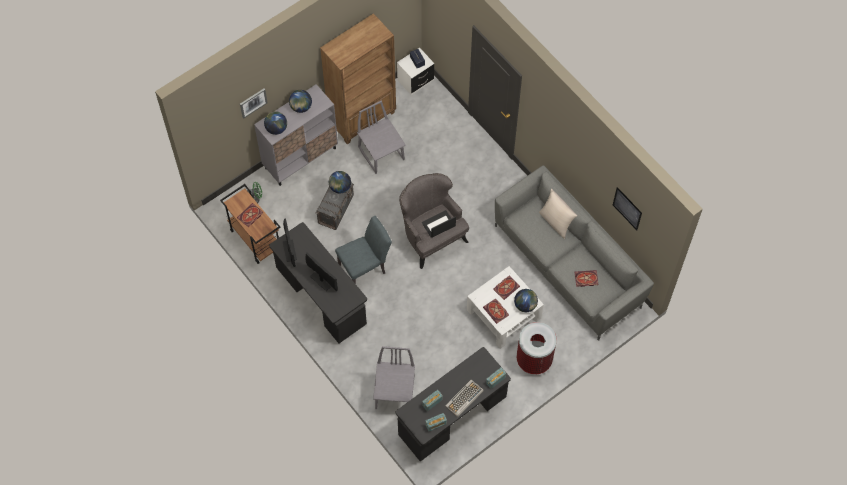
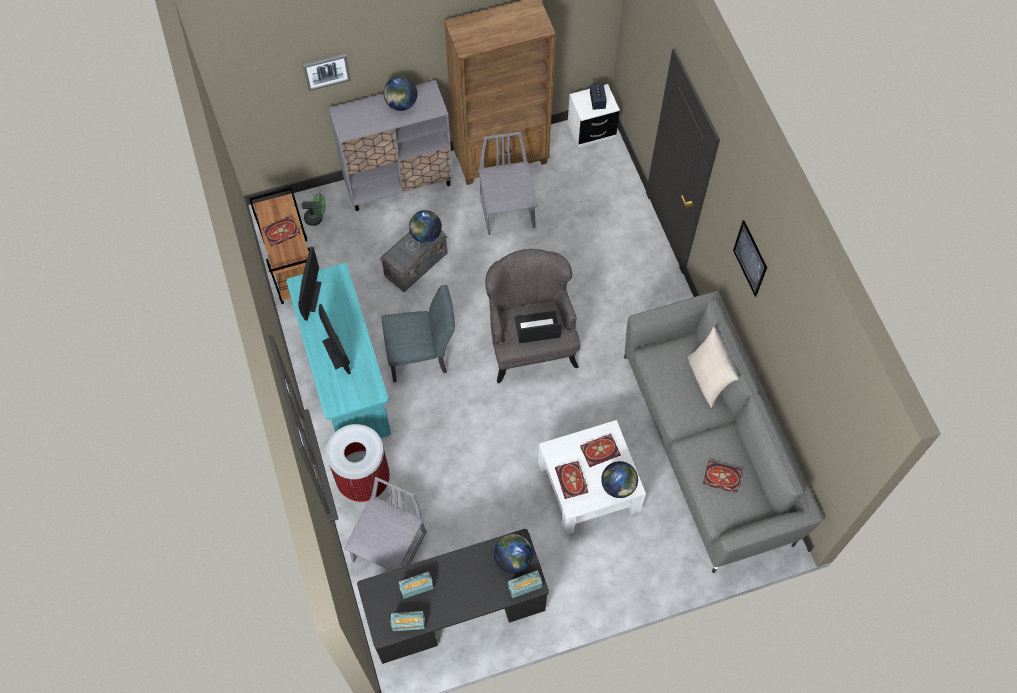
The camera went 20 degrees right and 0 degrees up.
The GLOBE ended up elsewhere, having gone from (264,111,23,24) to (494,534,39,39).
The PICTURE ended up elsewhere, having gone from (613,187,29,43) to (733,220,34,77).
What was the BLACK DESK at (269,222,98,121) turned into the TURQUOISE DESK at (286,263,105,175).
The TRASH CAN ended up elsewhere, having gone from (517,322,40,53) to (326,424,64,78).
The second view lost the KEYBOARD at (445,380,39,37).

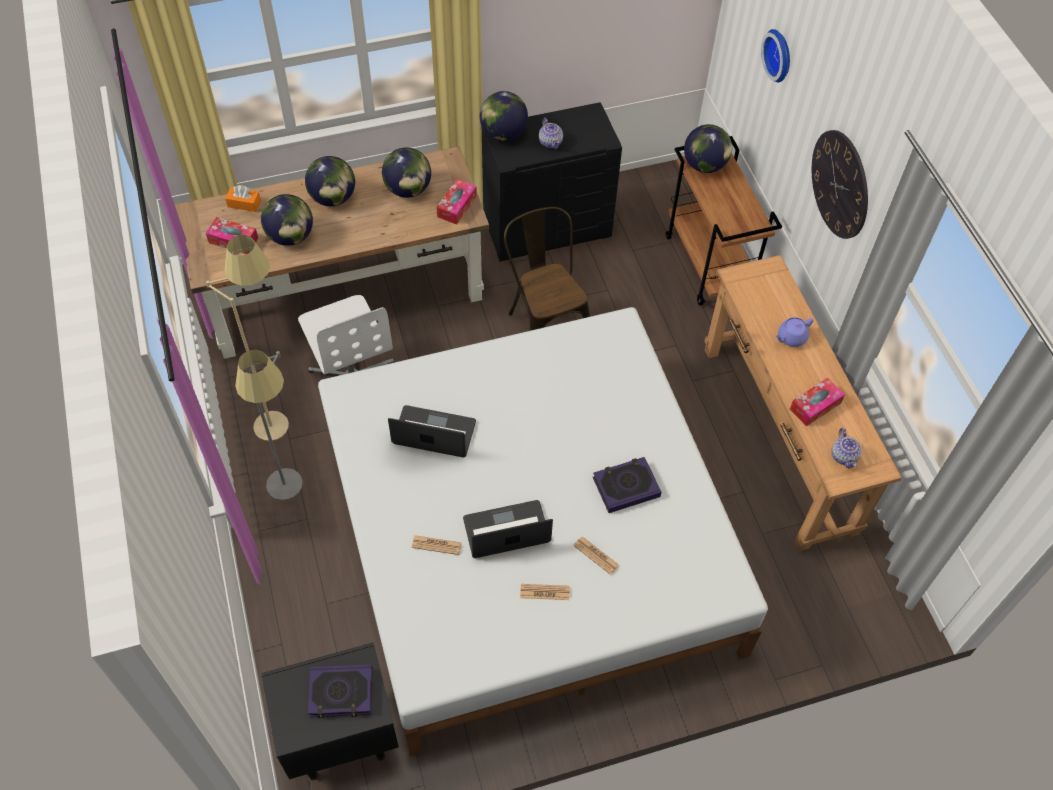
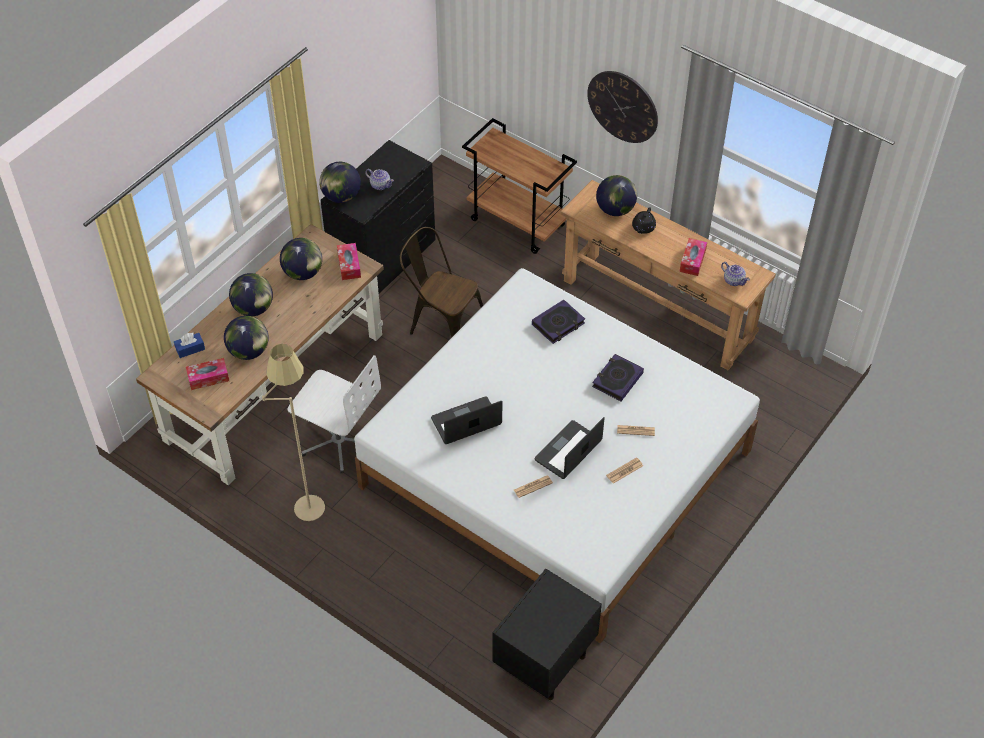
The camera went 35 degrees left and 5 degrees down.
The second view lost the WALL CLOCK at (761,29,29,54).
The GLOBE ended up elsewhere, having gone from (684,124,48,49) to (596,175,41,41).
What was the ORANGE TISSUE BOX at (225,185,36,27) turned into the BLUE TISSUE BOX at (174,333,31,25).
What was the PURPLE TEAPOT at (775,317,39,30) turned into the BLACK TEAPOT at (632,207,24,27).
The second view lost the GREY FLOOR LAMP at (235,350,68,150).
The BOOK ended up elsewhere, having gone from (307,665,66,53) to (532,300,53,44).

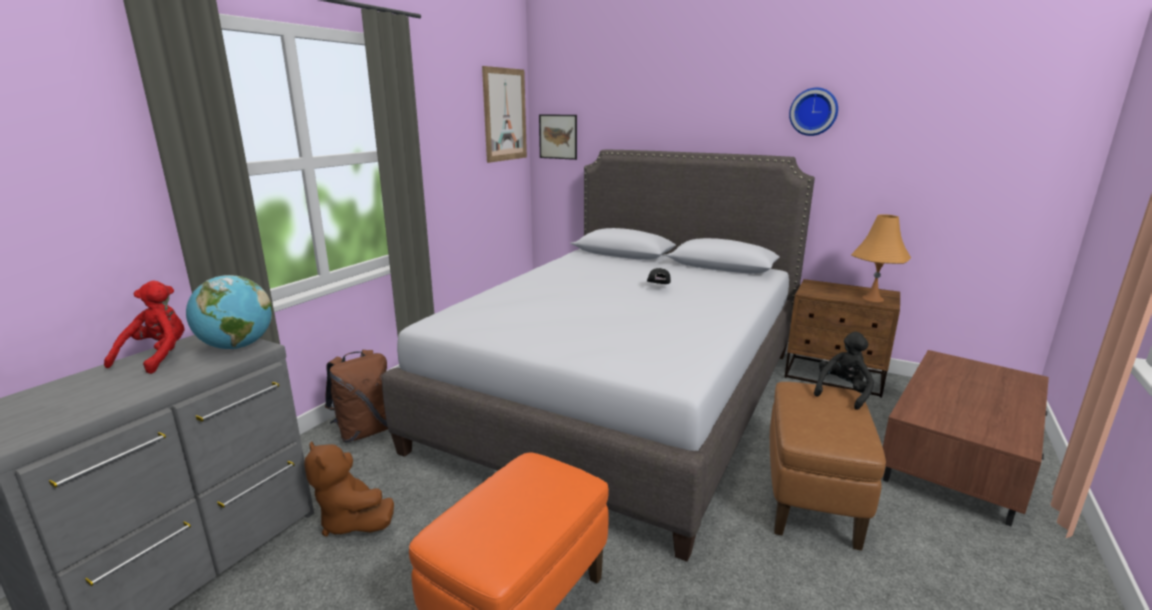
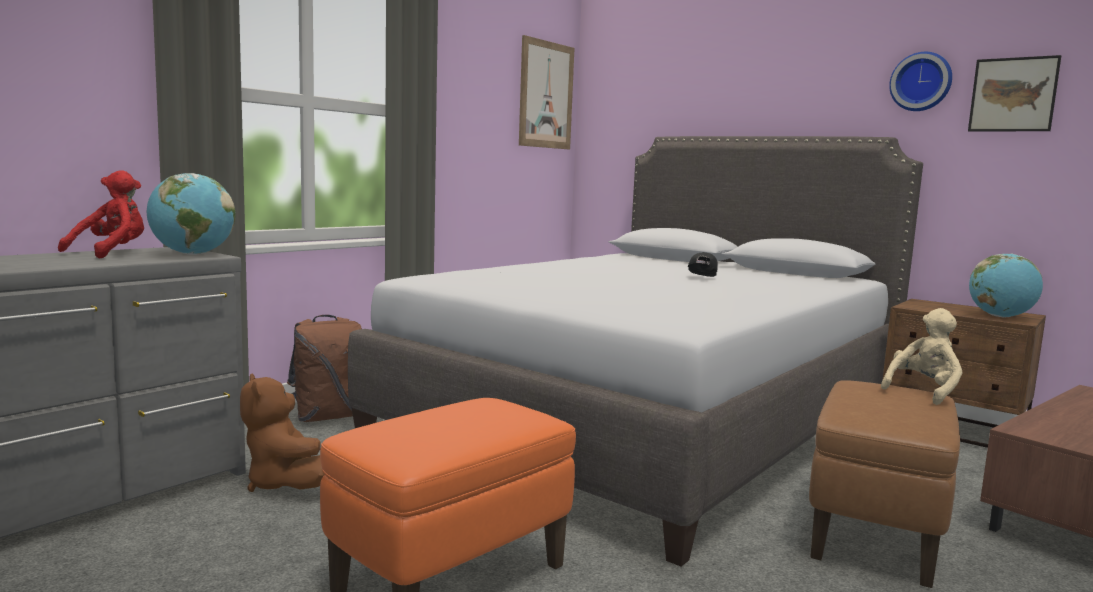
The camera went 10 degrees right and 10 degrees down.
The PICTURE ended up elsewhere, having gone from (539,114,38,46) to (968,55,93,76).
Where the ORANGE TABLE LAMP stood at (851,214,60,88), the GLOBE came to stand at (969,254,74,63).
What was the BLACK PLUSH TOY at (814,332,60,78) turned into the BEIGE PLUSH TOY at (881,308,82,97).

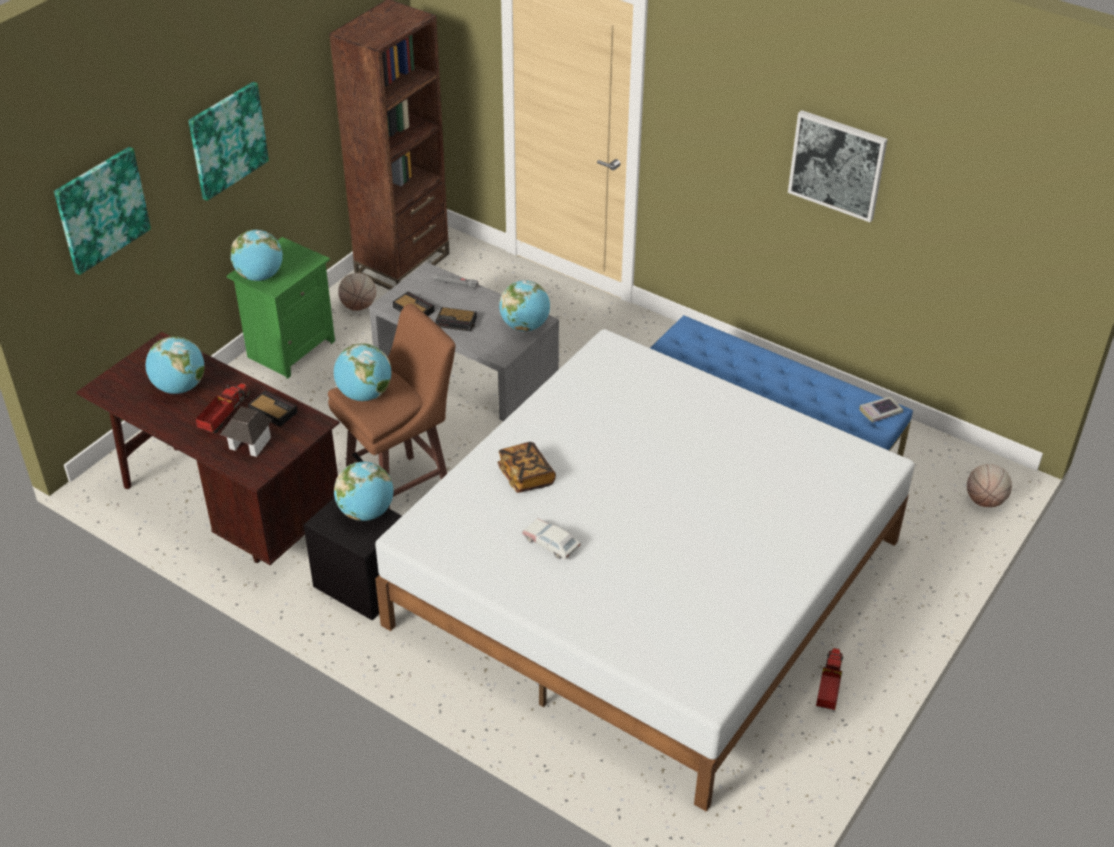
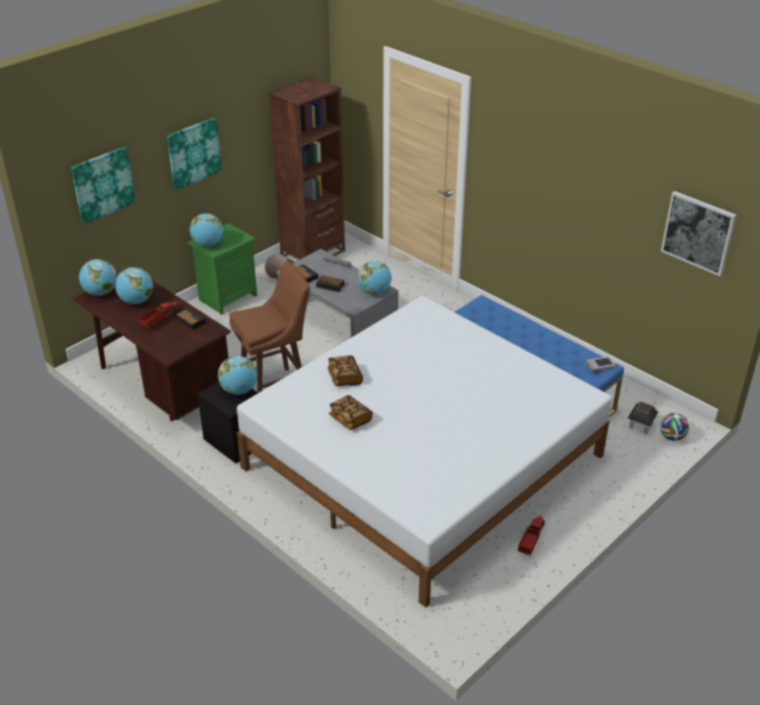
The camera went 10 degrees right and 5 degrees down.
The PICTURE ended up elsewhere, having gone from (788,110,100,112) to (661,191,76,85).
The GLOBE ended up elsewhere, having gone from (334,343,57,58) to (79,259,38,37).
The TOY HOUSE ended up elsewhere, having gone from (220,406,53,51) to (628,402,30,32).
Where the BASKETBALL stood at (967,464,45,43), the FOOTBALL came to stand at (660,413,29,28).
Where the TOY CAR stood at (522,518,59,42), the BOOK came to stand at (329,395,44,35).

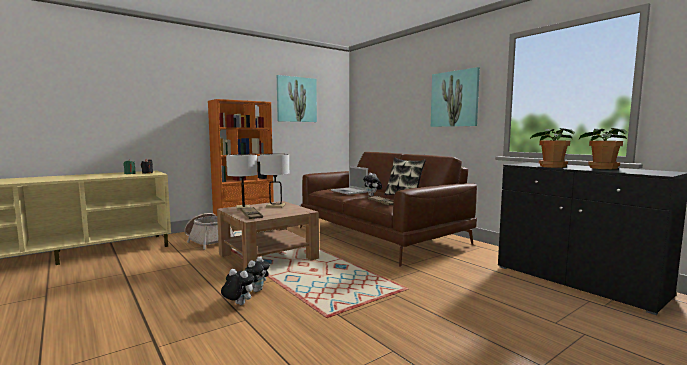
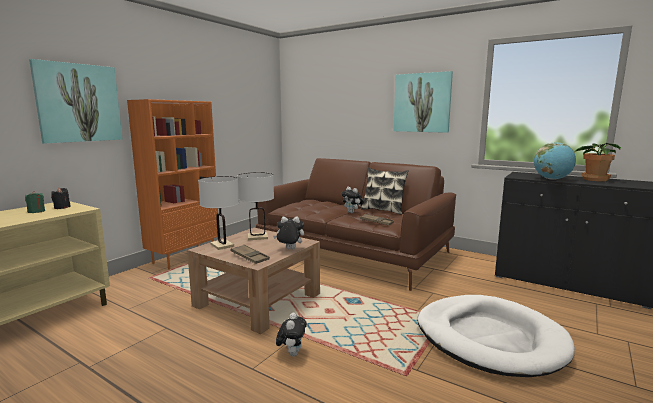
The camera went 20 degrees left and 5 degrees up.
The PICTURE ended up elsewhere, having gone from (277,75,40,47) to (29,59,94,85).
Where the POTTED PLANT stood at (529,128,46,40), the GLOBE came to stand at (534,142,42,38).
The second view lost the LAPTOP at (331,166,37,29).
The second view lost the BASKET at (185,213,50,36).
The PLUSH TOY ended up elsewhere, having gone from (221,269,34,36) to (273,216,31,33).
The second view gained the WHITE DOG BED at (417,295,158,82).

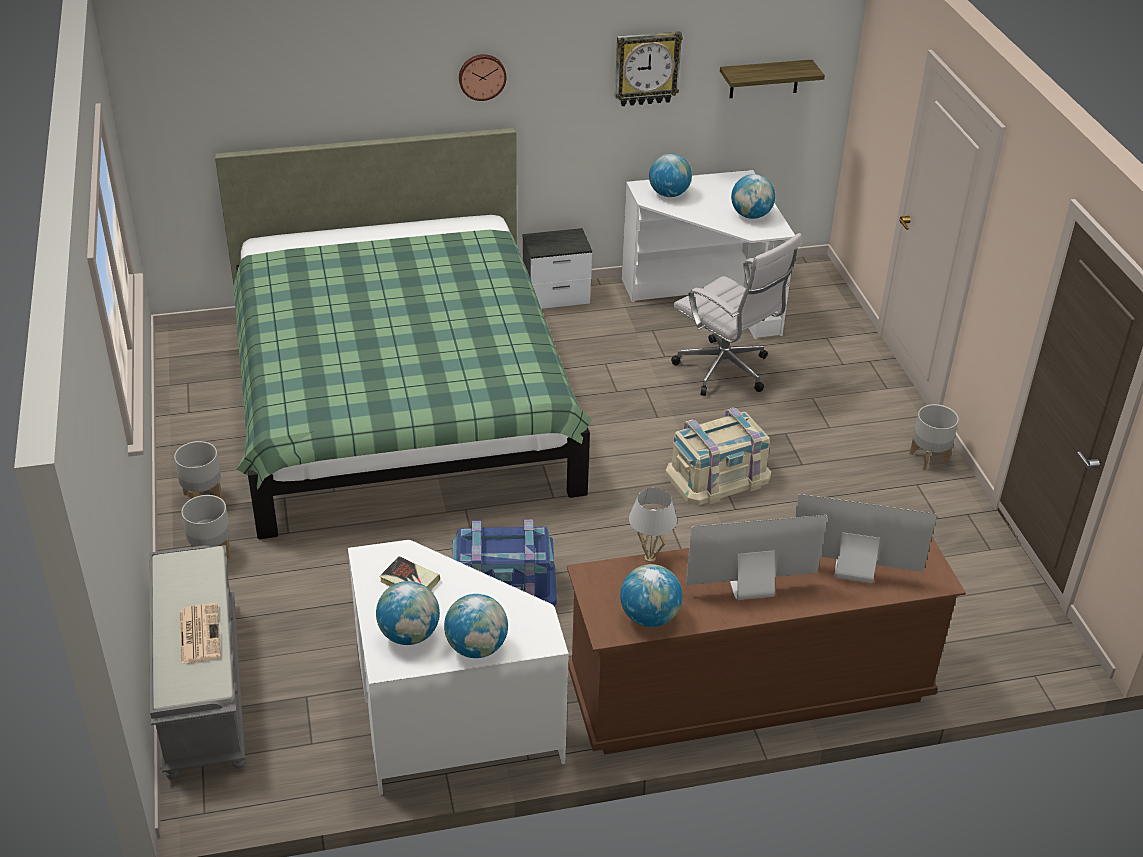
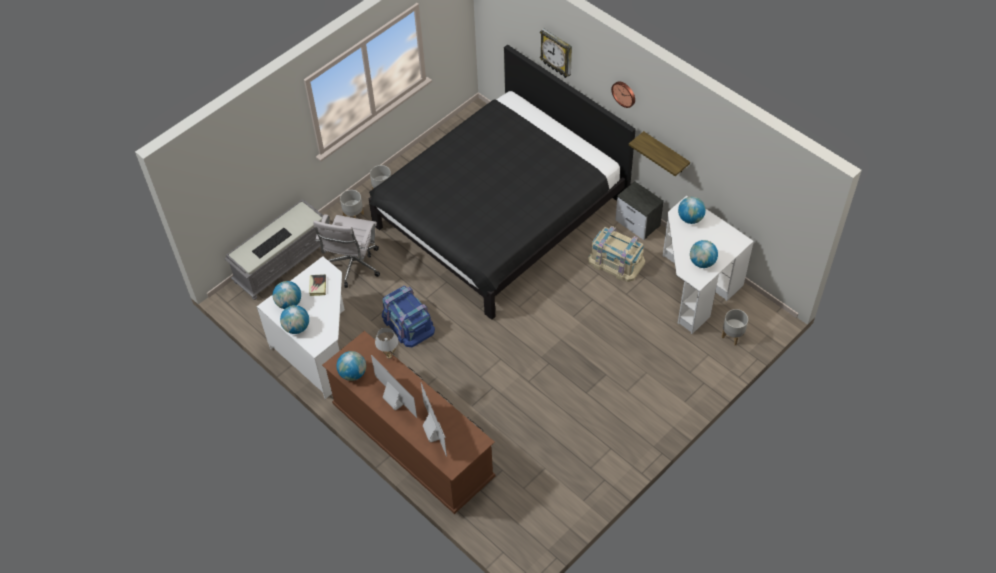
The camera went 60 degrees right and 15 degrees up.
The WALL CLOCK ended up elsewhere, having gone from (615,31,68,75) to (540,28,32,50).
The SHELF ended up elsewhere, having gone from (720,60,105,38) to (629,131,61,45).
What was the GREEN BED at (215,128,377,411) turned into the BLACK BED at (368,45,268,275).
The WHITE OFFICE CHAIR ended up elsewhere, having gone from (671,233,131,163) to (313,214,67,74).
The GREY PLANTER ended up elsewhere, having gone from (910,404,49,66) to (722,309,26,36).
The BEIGE STORAGE BOX ended up elsewhere, having gone from (665,408,106,98) to (588,226,57,56).
Where the NEWSPAPER stood at (179,603,42,61), the KEYBOARD came to stand at (252,228,40,30).

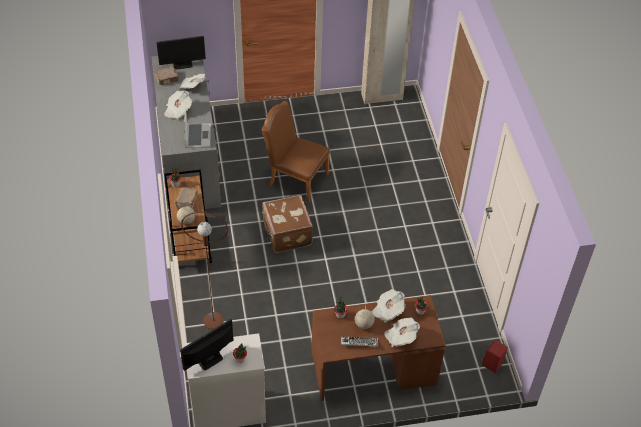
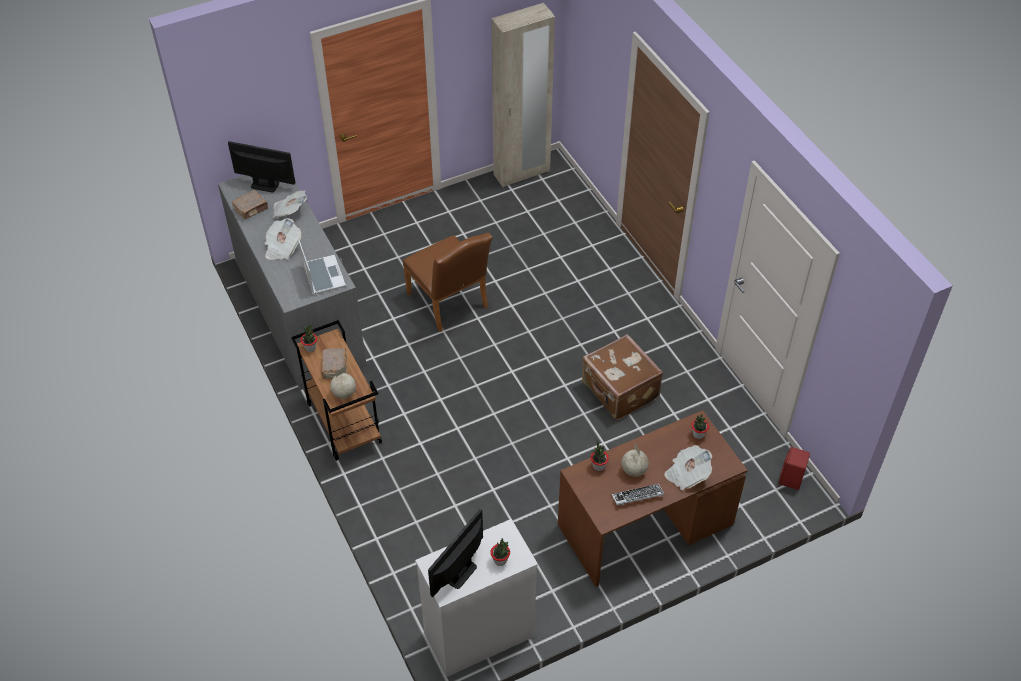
The camera went 15 degrees left and 0 degrees up.
The MONITOR at (156,36,50,34) ended up facing another way, 135 degrees counterclockwise from before.
The BROWN CHAIR at (262,101,68,101) ended up facing another way, 135 degrees counterclockwise from before.
The BROWN SUITCASE ended up elsewhere, having gone from (262,195,51,58) to (582,334,81,86).
The second view lost the BROWN FLOOR LAMP at (181,212,47,117).
The second view lost the NEWSPAPER at (372,289,34,34).

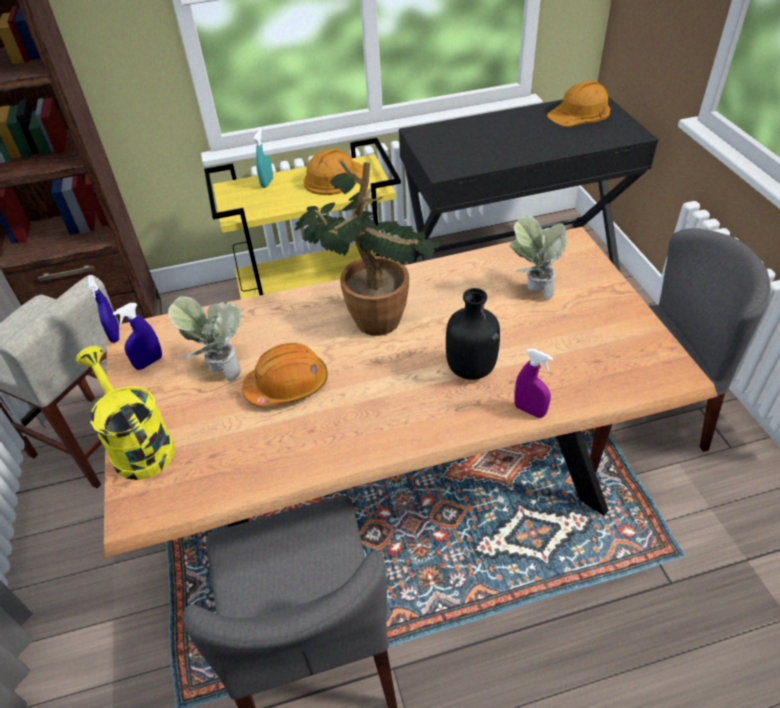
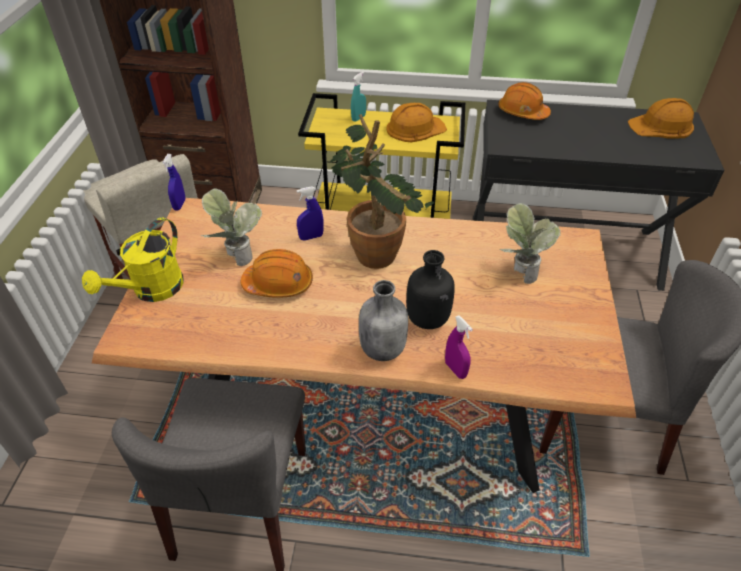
The camera went 20 degrees right and 0 degrees up.
The BLUE SPRAY BOTTLE ended up elsewhere, having gone from (113,303,49,67) to (297,186,27,55).
The YELLOW WATERING CAN at (76,346,99,134) ended up facing another way, 135 degrees counterclockwise from before.
The second view gained the ORANGE HARD HAT at (498,82,53,38).
The second view gained the GREY BOTTLE at (359,280,49,81).

